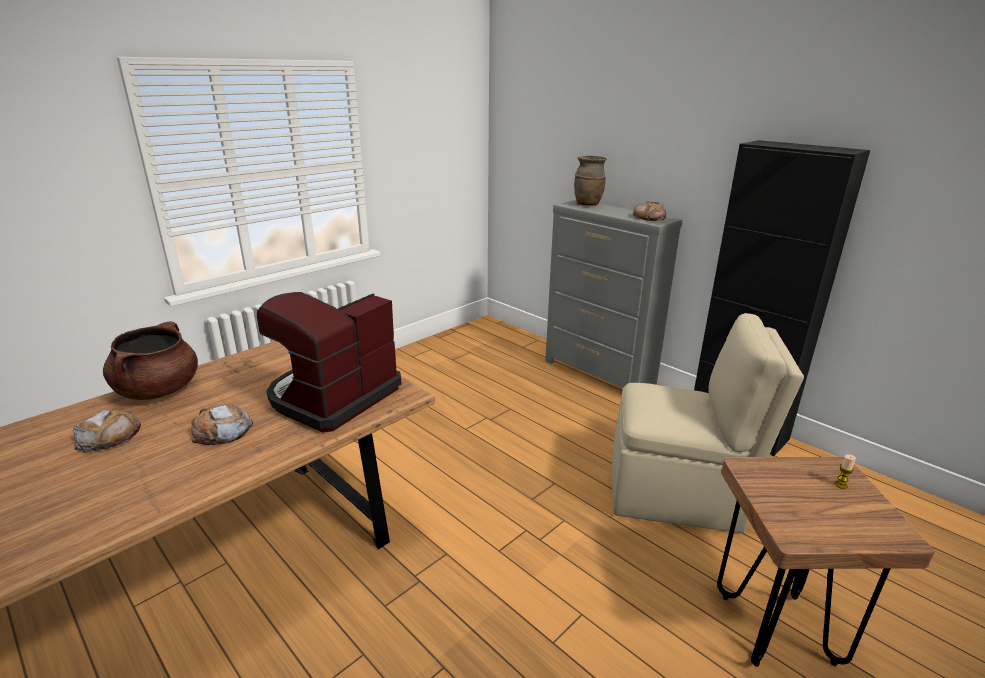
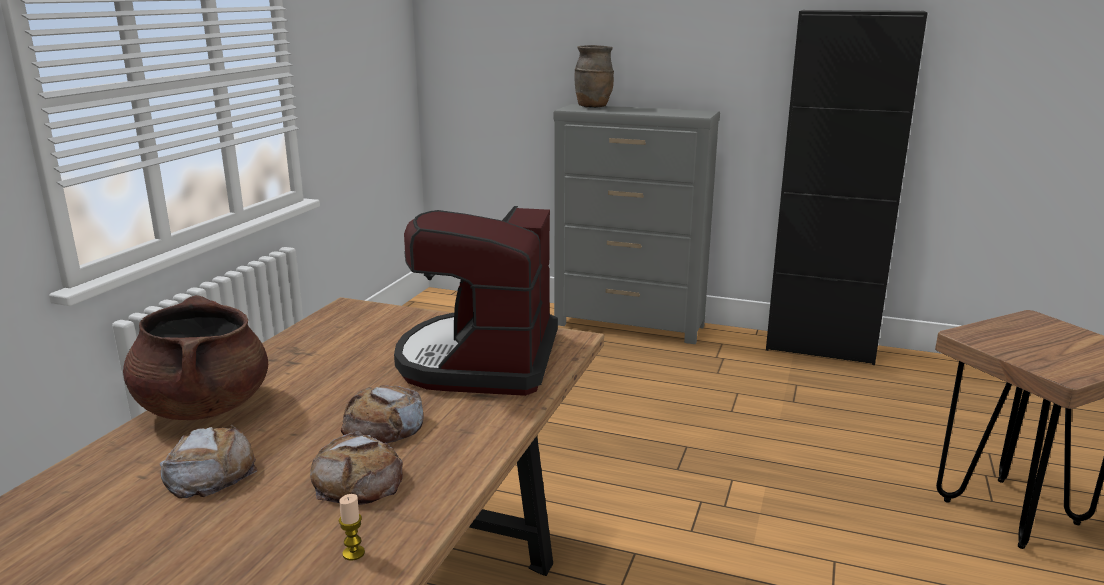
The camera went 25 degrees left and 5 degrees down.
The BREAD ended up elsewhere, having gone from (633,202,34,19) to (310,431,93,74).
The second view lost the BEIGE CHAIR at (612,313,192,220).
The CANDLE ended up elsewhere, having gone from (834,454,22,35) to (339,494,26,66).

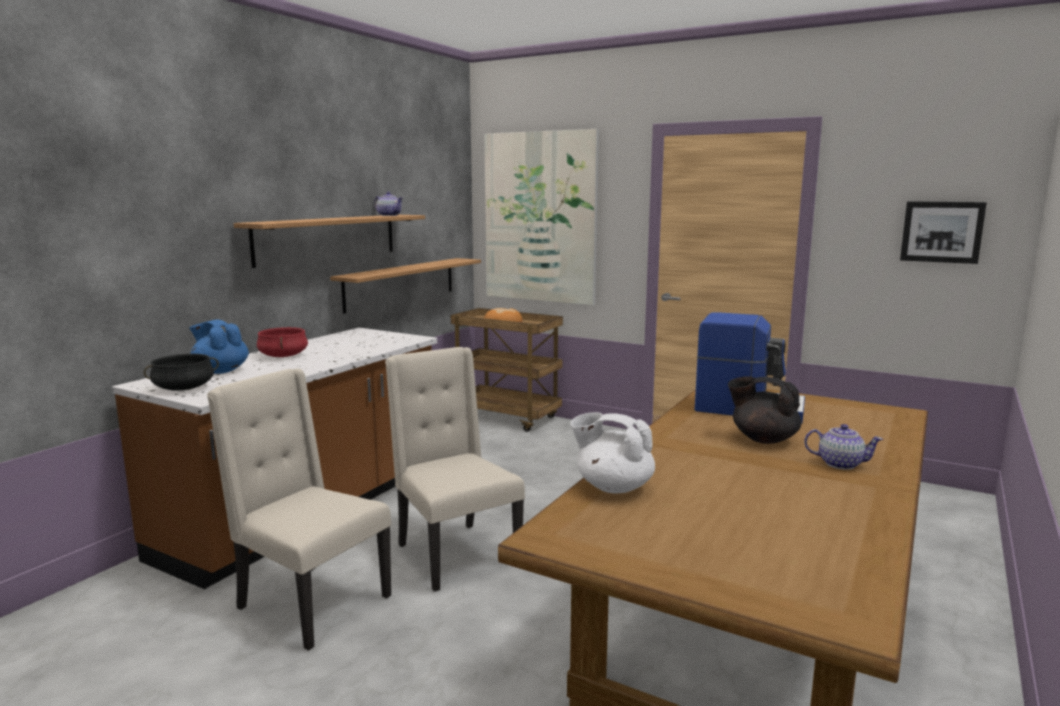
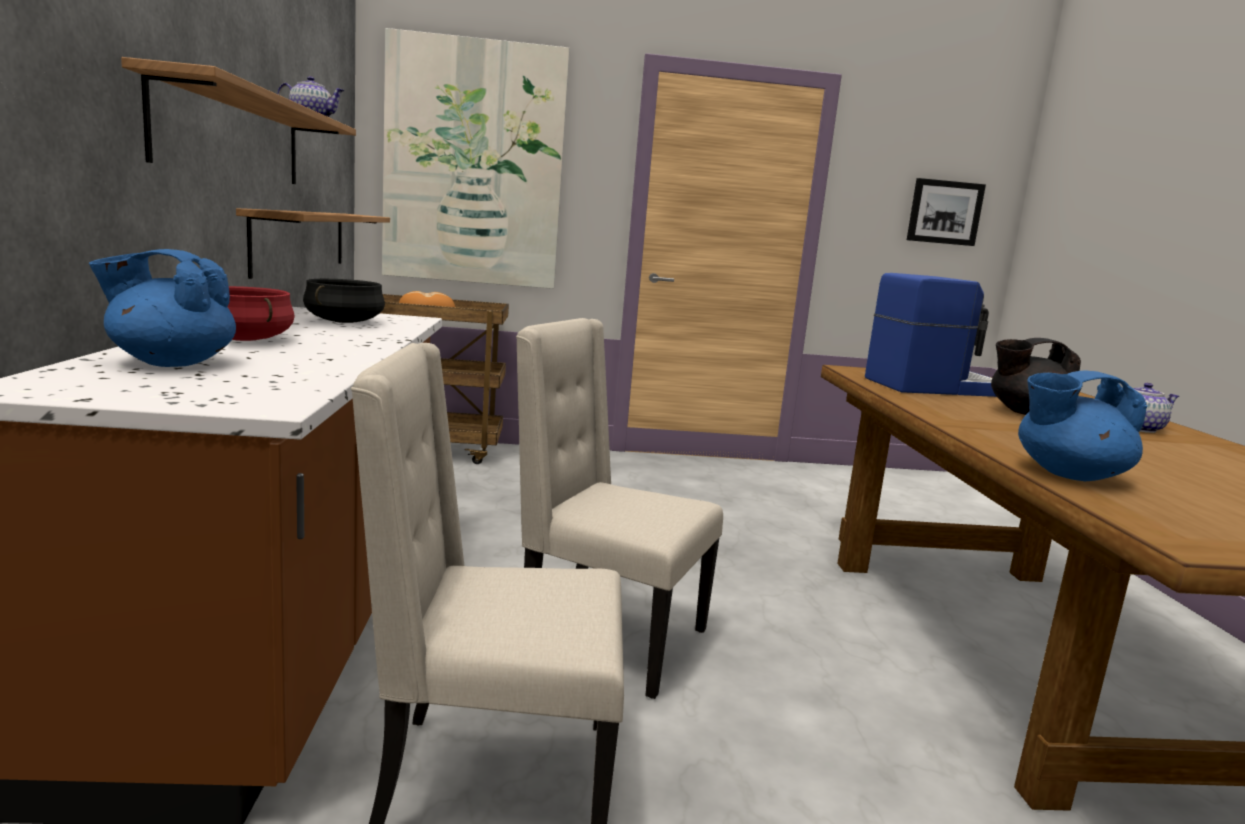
The camera went 35 degrees left and 0 degrees up.
The BLACK COOKING POT ended up elsewhere, having gone from (144,354,75,37) to (303,279,82,44).
What was the WHITE TEAPOT at (570,412,85,81) turned into the BLUE TEAPOT at (1018,370,129,111).

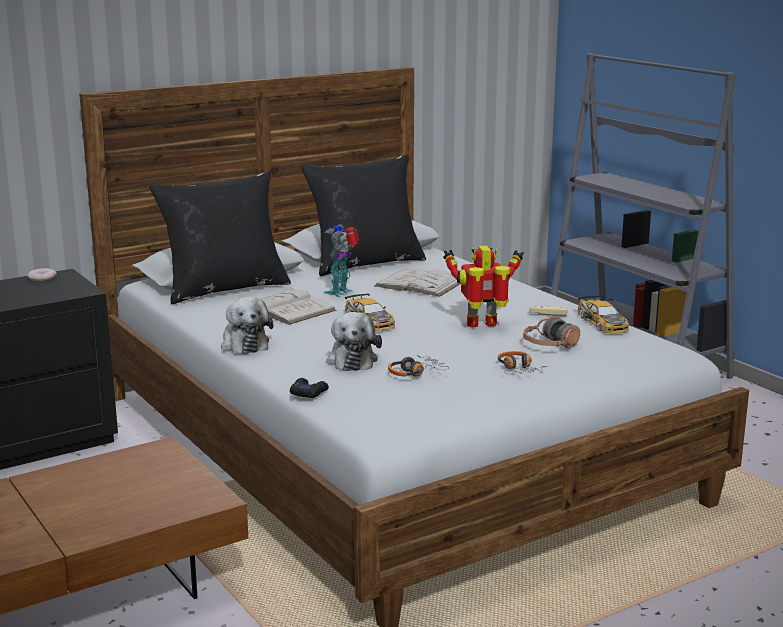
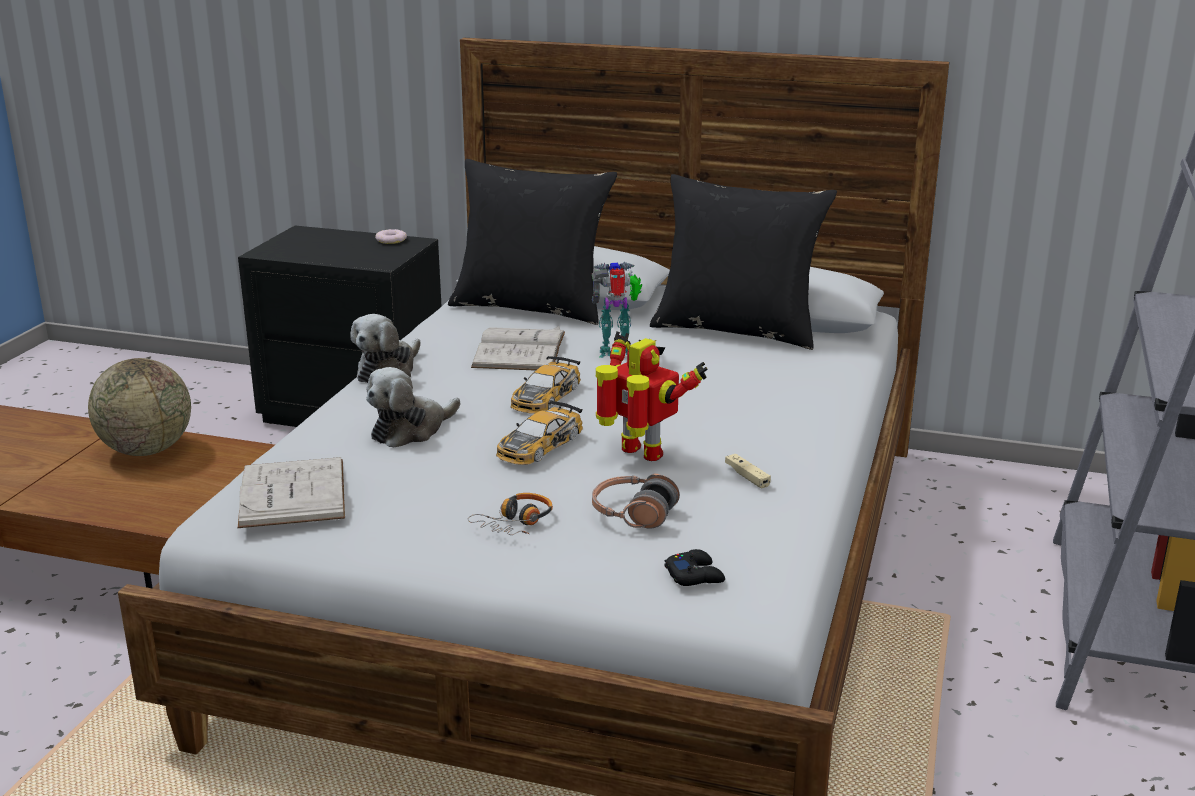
The camera went 50 degrees right and 5 degrees up.
The WHITE BOOK ended up elsewhere, having gone from (375,269,85,28) to (238,457,107,71).
The TOY CAR ended up elsewhere, having gone from (577,295,52,38) to (496,400,87,65).
The second view lost the HEADPHONES at (388,355,61,22).
The BLACK GAME CONTROLLER ended up elsewhere, having gone from (290,378,39,20) to (664,549,61,37).
The second view gained the GLOBE at (88,358,103,98).

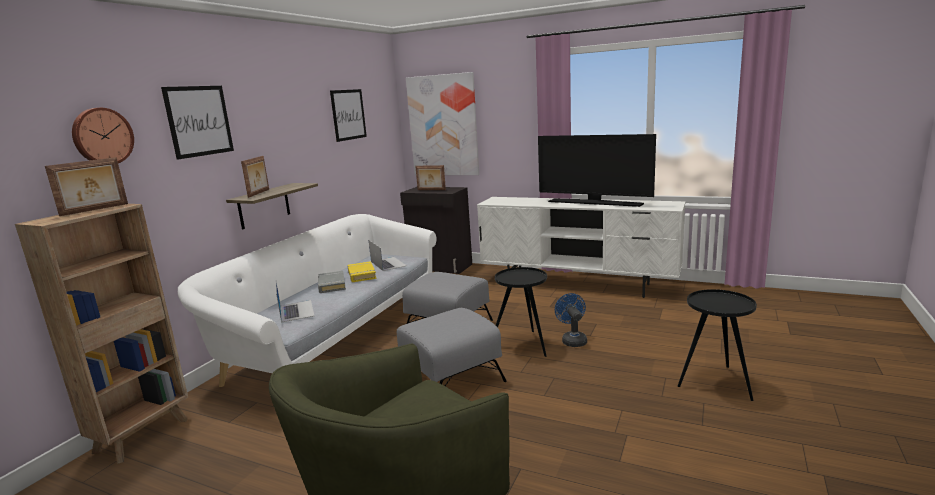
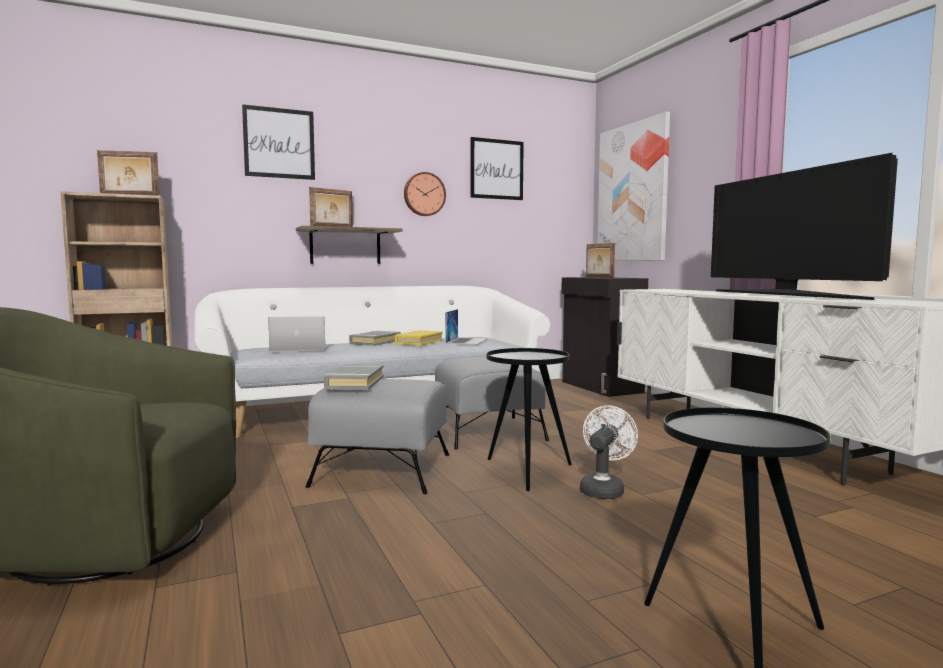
The camera went 40 degrees right and 10 degrees down.
The WALL CLOCK ended up elsewhere, having gone from (72,108,62,55) to (404,172,42,44).
The LAPTOP at (276,282,38,40) ended up facing another way, 120 degrees counterclockwise from before.
What was the BLUE FAN at (555,293,32,54) turned into the WHITE FAN at (580,405,58,94).
The second view gained the GREY BOOK at (324,365,60,25).

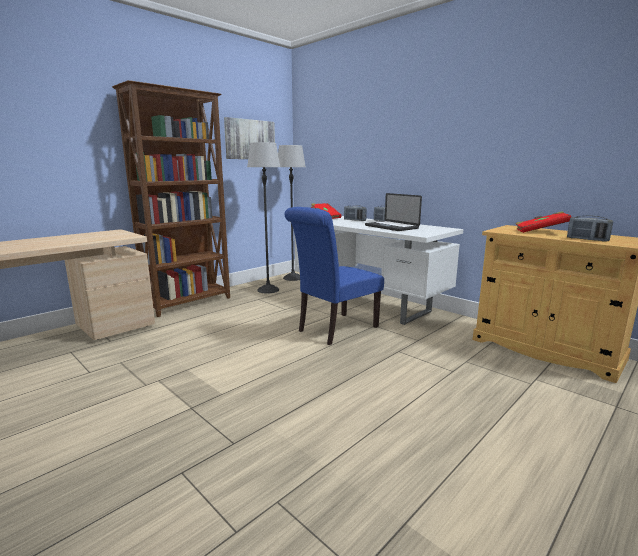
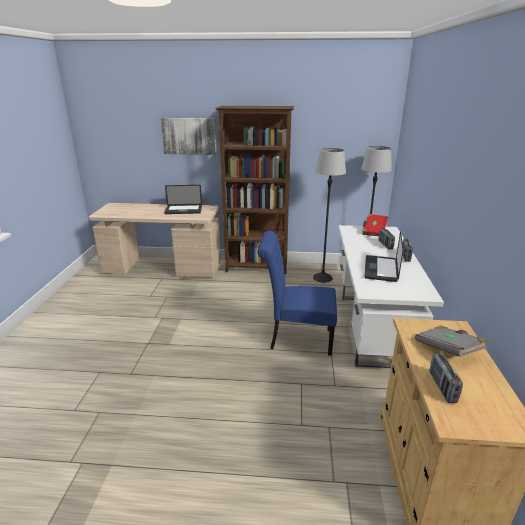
The camera went 50 degrees right and 10 degrees up.
The PICTURE ended up elsewhere, having gone from (224,117,51,42) to (160,118,57,37).
What was the RED BOOK at (515,211,56,22) turned into the GREY BOOK at (415,325,72,32).
The second view gained the LAPTOP at (164,185,38,29).

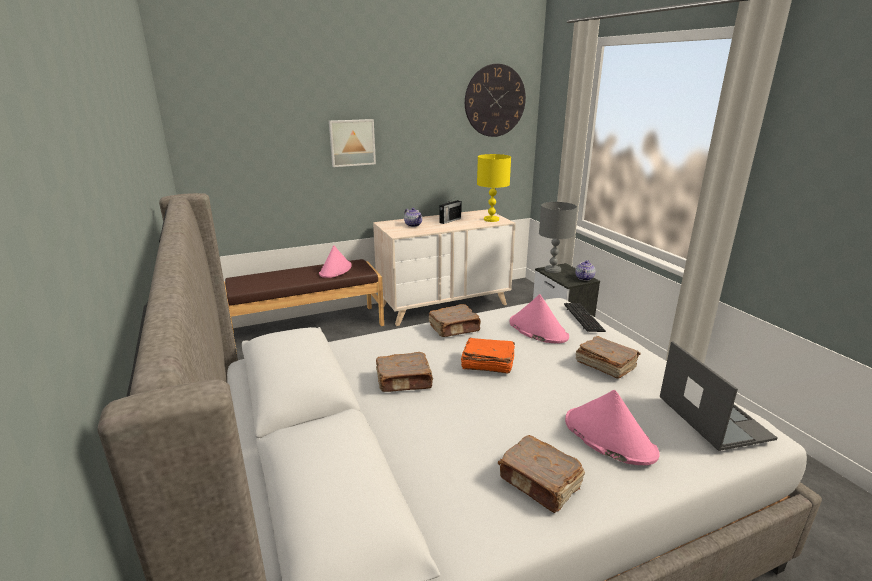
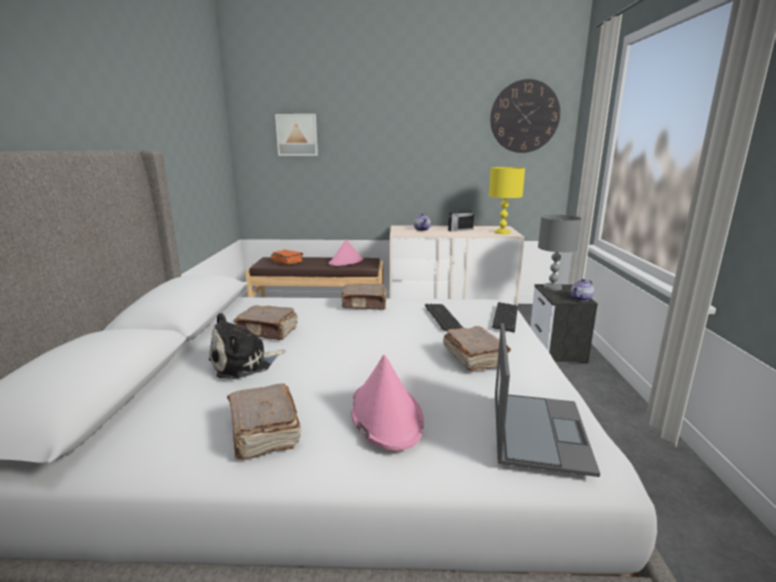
The camera went 25 degrees right and 5 degrees down.
The PICTURE ended up elsewhere, having gone from (329,119,47,48) to (275,114,43,42).
Where the PINK HAT stood at (510,294,59,50), the KEYBOARD came to stand at (425,304,38,27).
The ORANGE BOOK ended up elsewhere, having gone from (461,338,54,35) to (271,249,32,16).
The second view gained the PLUSH TOY at (209,313,77,66).

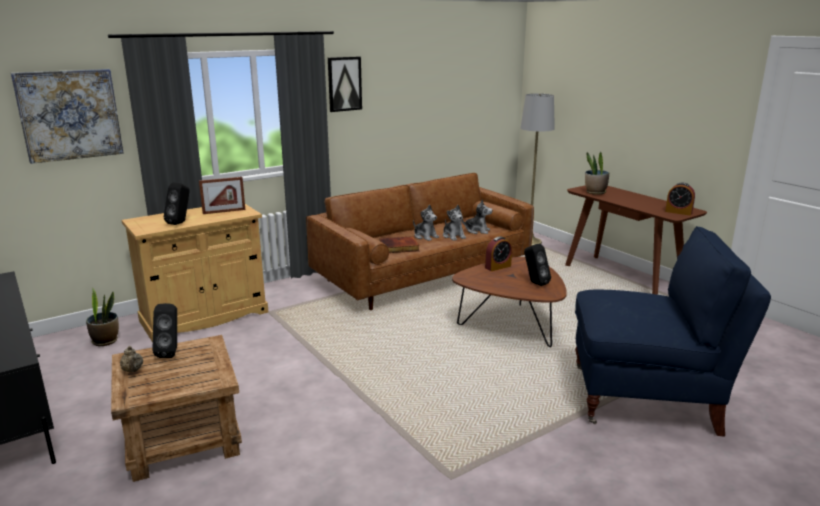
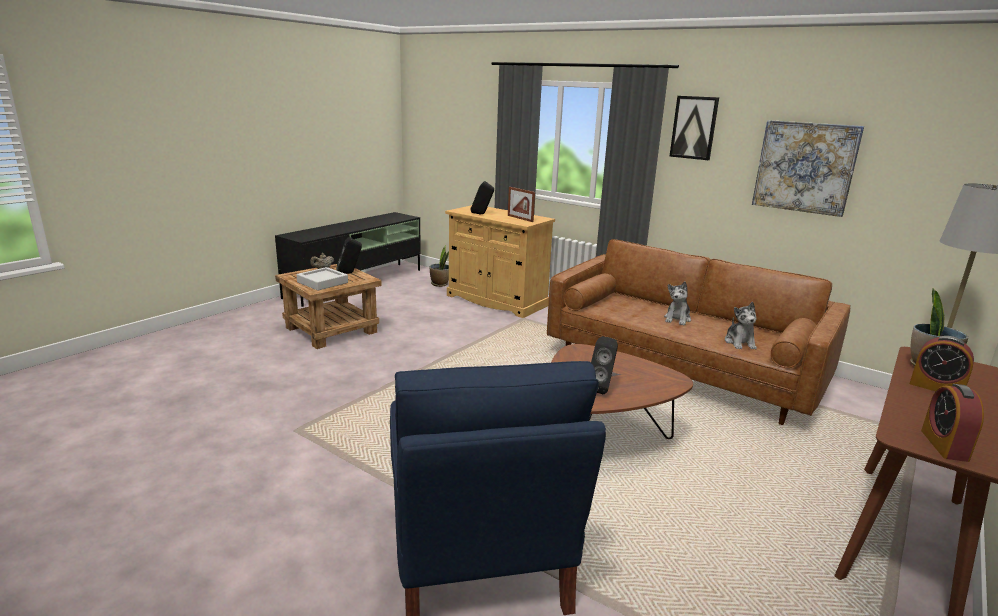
The camera went 70 degrees right and 0 degrees up.
The PICTURE ended up elsewhere, having gone from (11,69,113,95) to (752,120,112,97).
The second view lost the PLUSH TOY at (443,205,23,36).
The second view lost the BOOK at (380,236,39,17).
The ALARM CLOCK ended up elsewhere, having gone from (485,236,27,35) to (909,336,65,55).
The second view gained the GREY TRAY at (297,267,51,24).

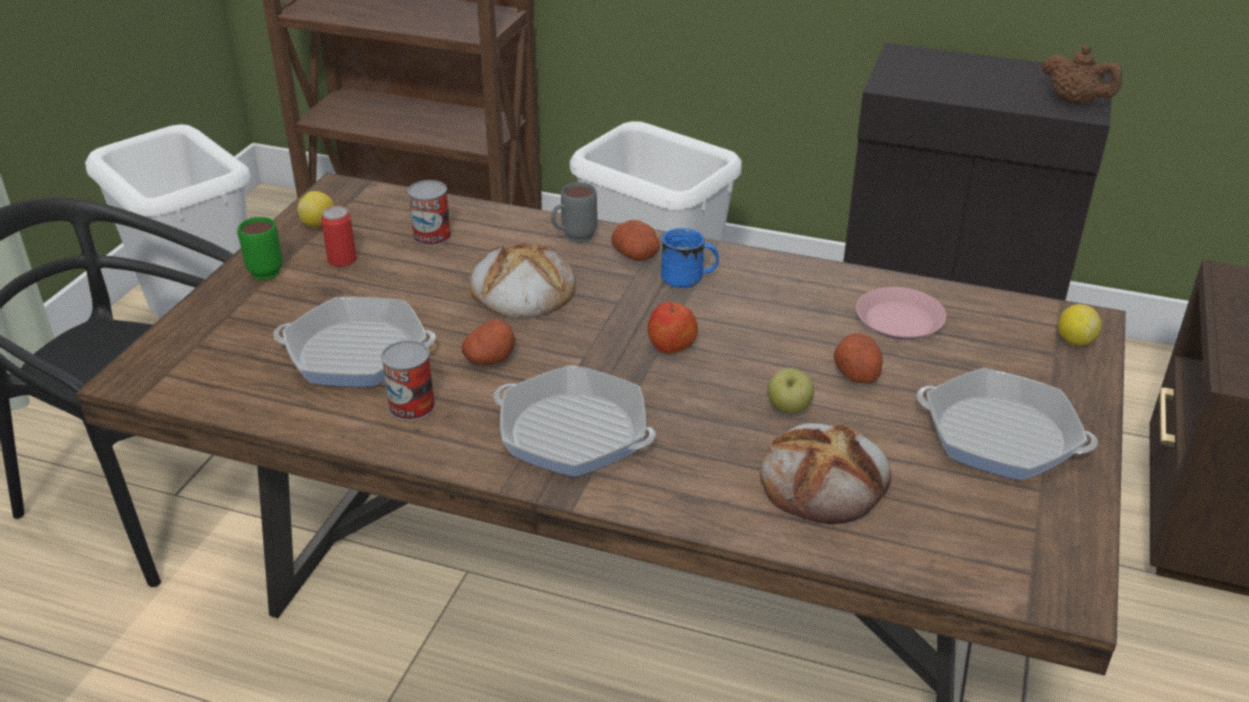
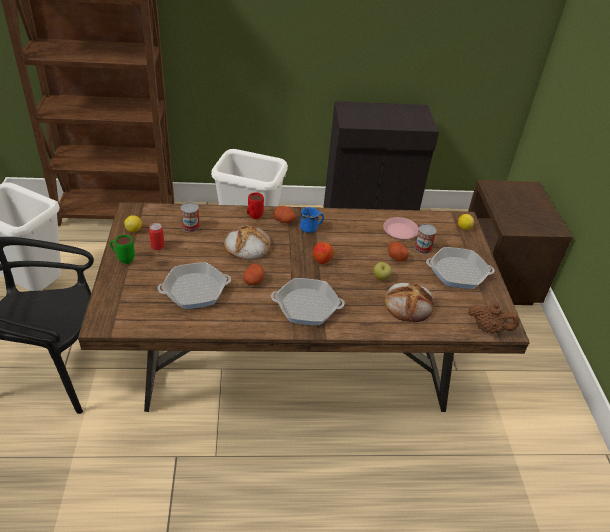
The camera went 25 degrees left and 5 degrees up.
The BROWN TEAPOT ended up elsewhere, having gone from (1041,45,82,60) to (468,303,52,31).
What was the GREY MUG at (551,182,46,61) turned into the RED MUG at (247,192,17,27).
The CAN ended up elsewhere, having gone from (381,340,54,81) to (414,224,23,30).

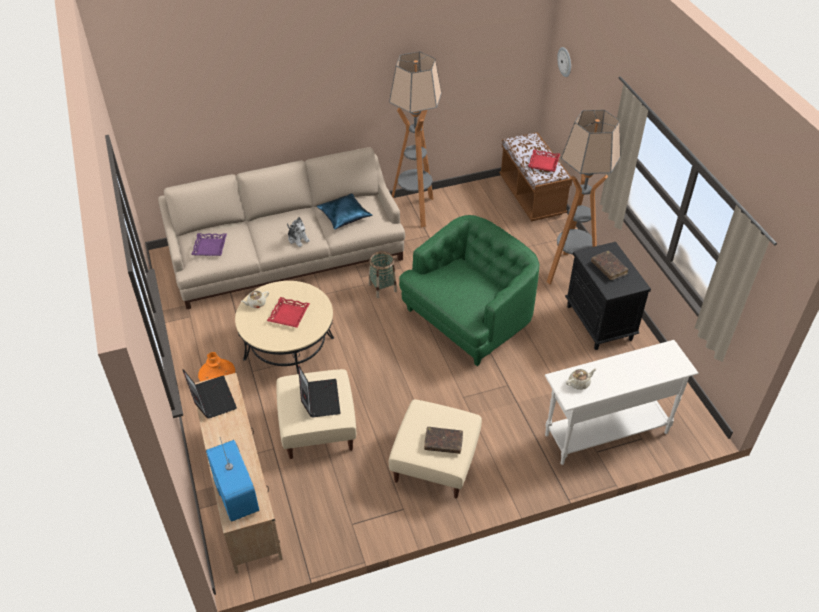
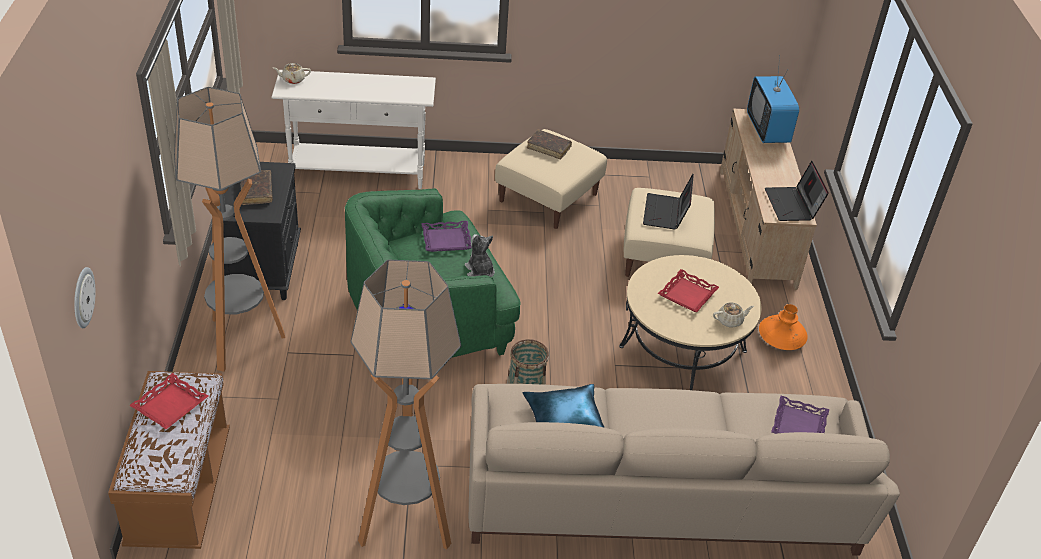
The camera went 165 degrees left and 5 degrees down.
The PLUSH TOY ended up elsewhere, having gone from (287,217,23,30) to (465,234,30,43).
The BEIGE TEAPOT ended up elsewhere, having gone from (566,368,30,22) to (273,63,38,21).
The second view gained the PURPLE TRAY at (421,221,51,31).

